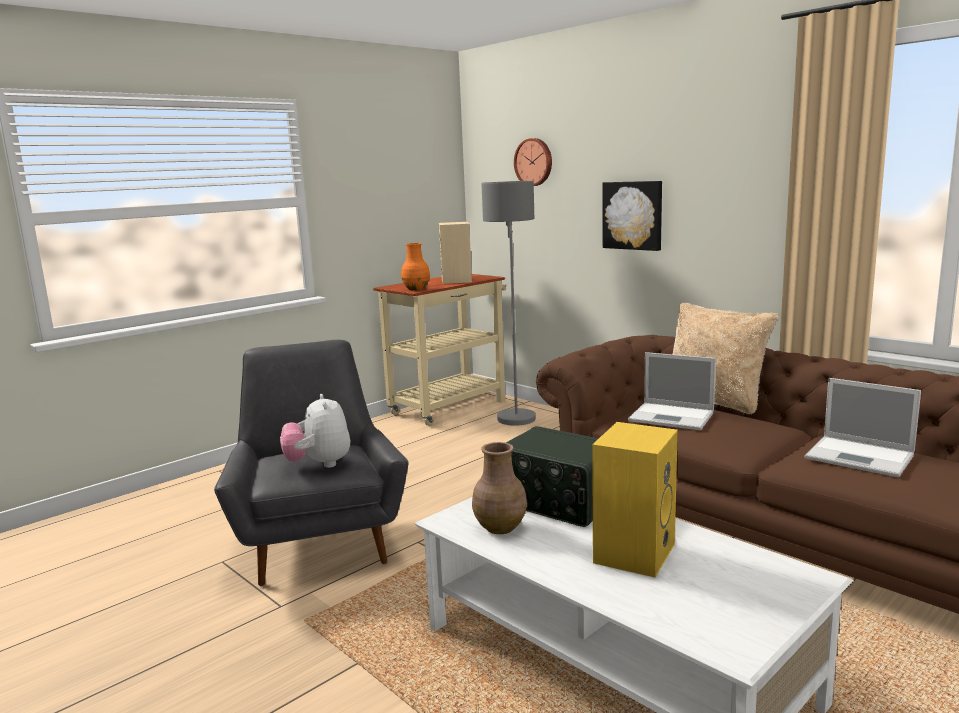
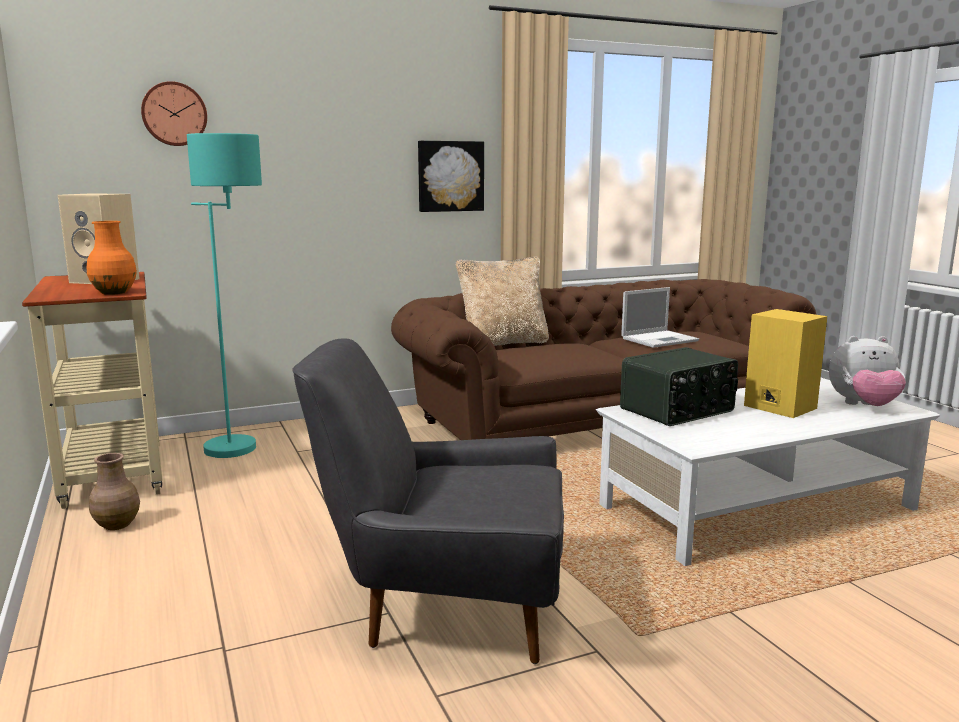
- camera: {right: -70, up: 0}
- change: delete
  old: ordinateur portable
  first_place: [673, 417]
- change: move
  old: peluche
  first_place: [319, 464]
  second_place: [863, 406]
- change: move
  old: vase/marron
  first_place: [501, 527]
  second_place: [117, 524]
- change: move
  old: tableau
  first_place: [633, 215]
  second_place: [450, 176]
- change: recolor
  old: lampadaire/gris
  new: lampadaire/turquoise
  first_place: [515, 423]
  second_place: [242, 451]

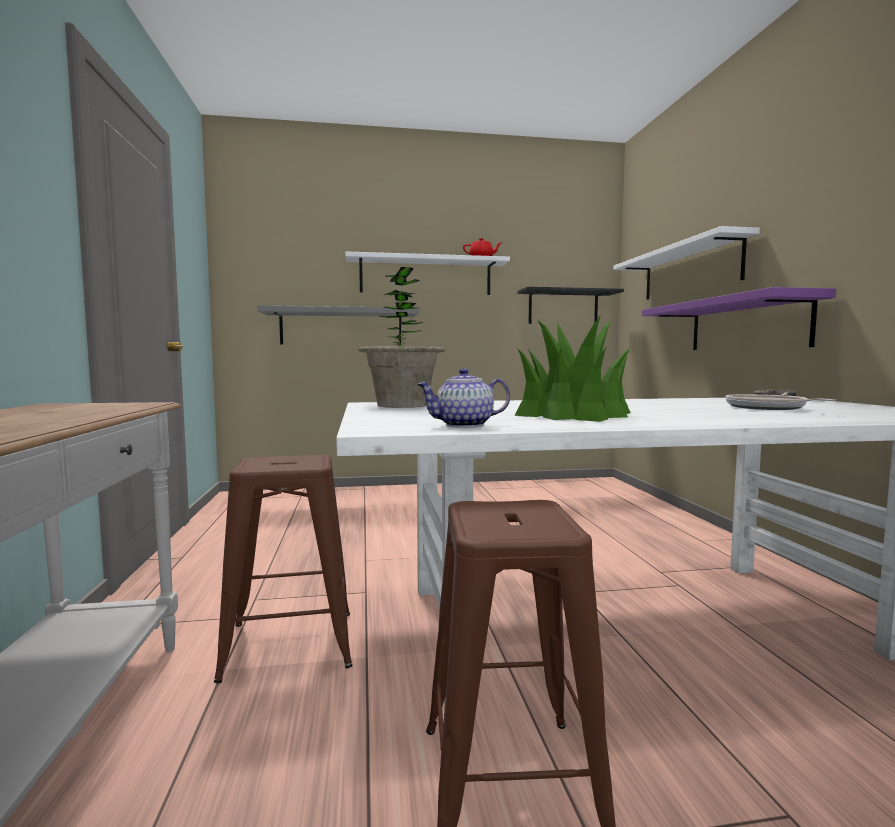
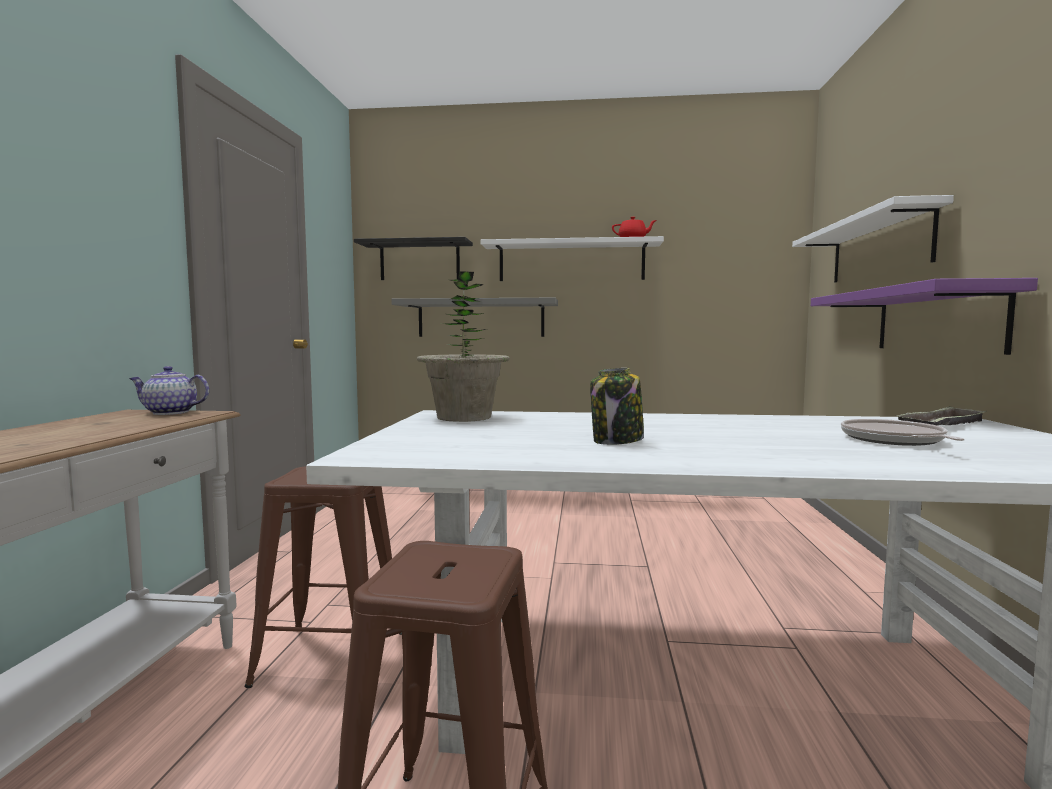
- camera: {right: 15, up: 0}
- change: move
  old: théière
  first_place: [464, 425]
  second_place: [169, 413]
- change: move
  old: étagère/noir
  first_place: [563, 307]
  second_place: [420, 261]
- change: replace
  old: plante en pot
  new: bocal
  first_place: [574, 414]
  second_place: [617, 441]

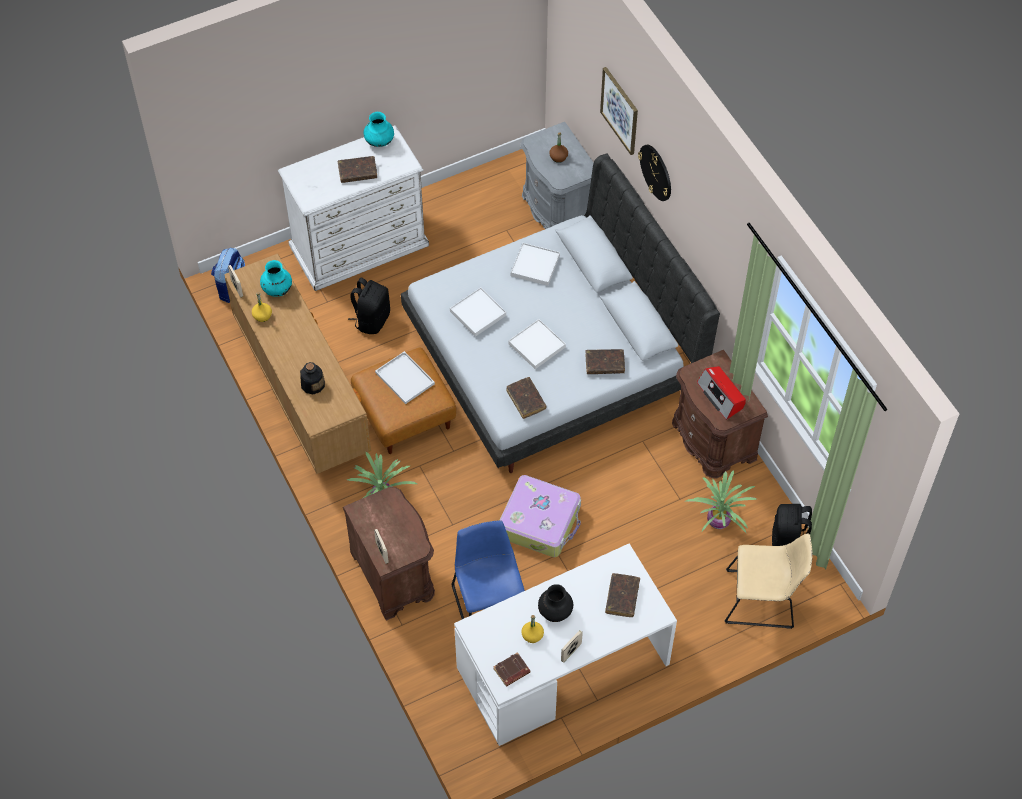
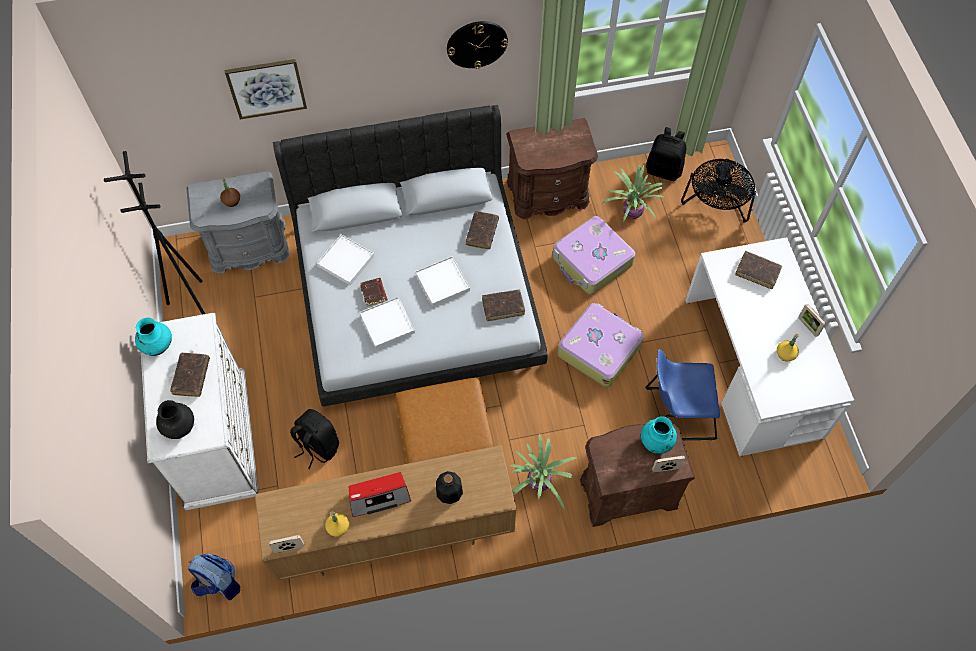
- camera: {right: -75, up: 5}
- change: delete
  old: plateau/blanc
  first_place: [403, 378]
- change: insert
  new: portant/noir
  second_place: [191, 299]
- change: insert
  new: valise
  second_place: [592, 262]
- change: move
  old: vase/turquoise
  first_place: [277, 290]
  second_place: [656, 442]
- change: move
  old: livre/marron
  first_place: [511, 671]
  second_place: [374, 293]
- change: move
  old: vase/noir
  first_place: [555, 611]
  second_place: [179, 427]
- change: move
  old: horloge murale
  first_place: [656, 172]
  second_place: [477, 44]
- change: move
  old: radio
  first_place: [721, 396]
  second_place: [379, 497]
- change: replace
  old: chaise/beige
  new: ventilateur/noir
  first_place: [763, 599]
  second_place: [714, 202]

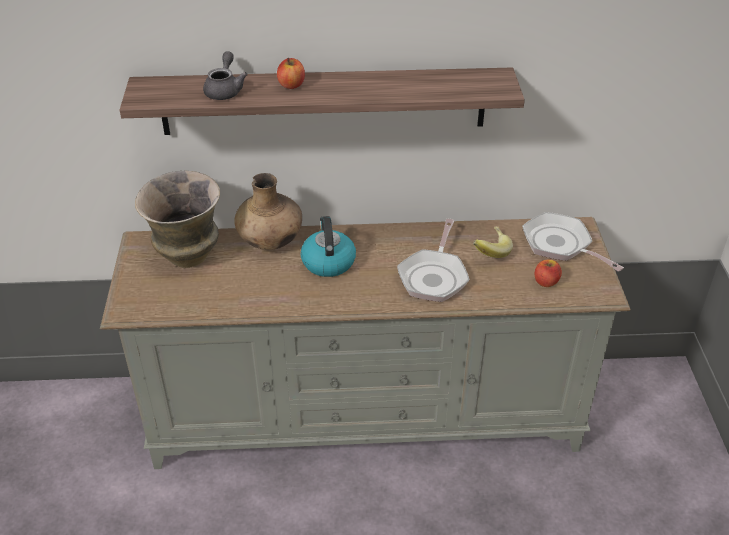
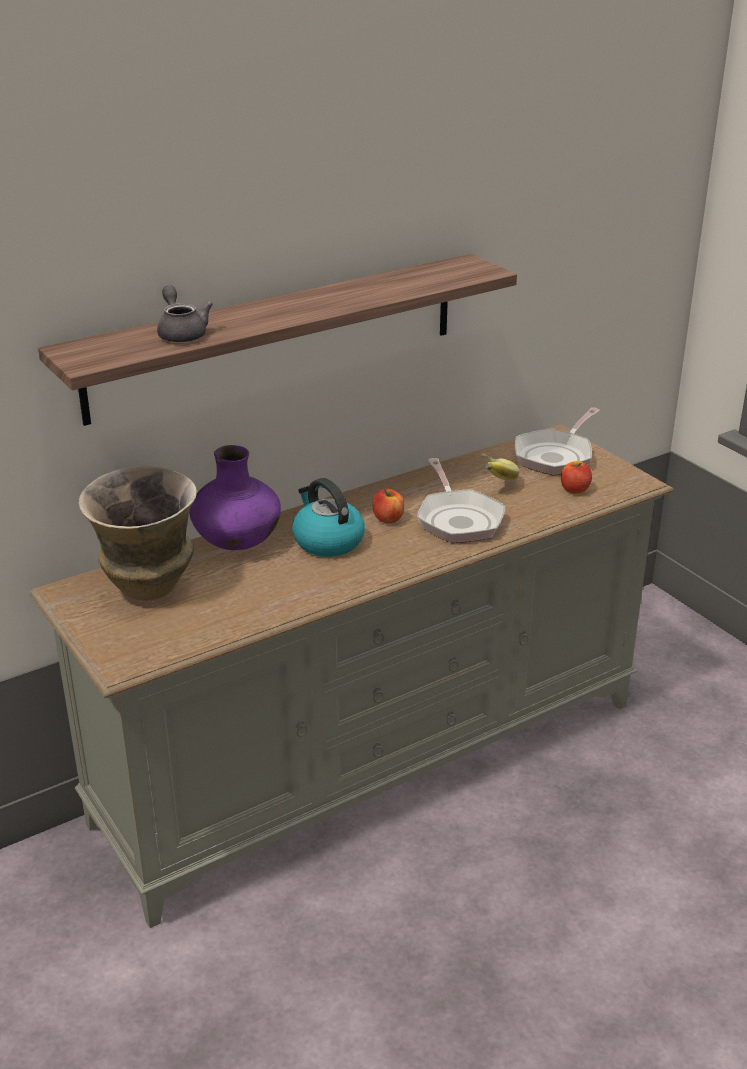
- camera: {right: -30, up: -10}
- change: move
  old: pomme
  first_place: [291, 85]
  second_place: [388, 519]
- change: recolor
  old: vase/marron
  new: vase/violet
  first_place: [270, 241]
  second_place: [237, 542]
- change: rotate
  old: poêle
  first_place: [560, 245]
  second_place: [556, 455]
  degrees: -75

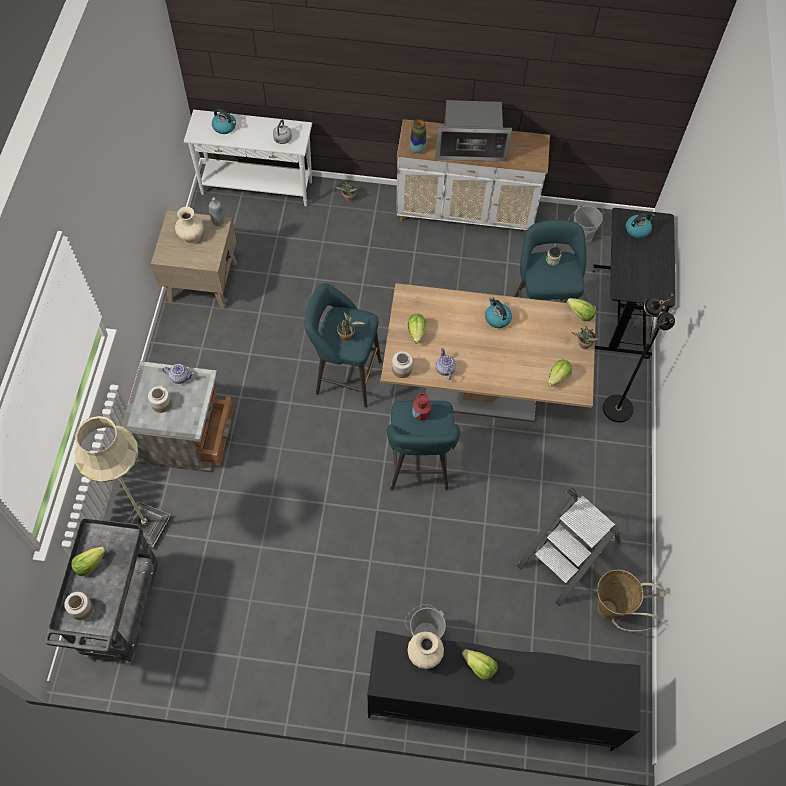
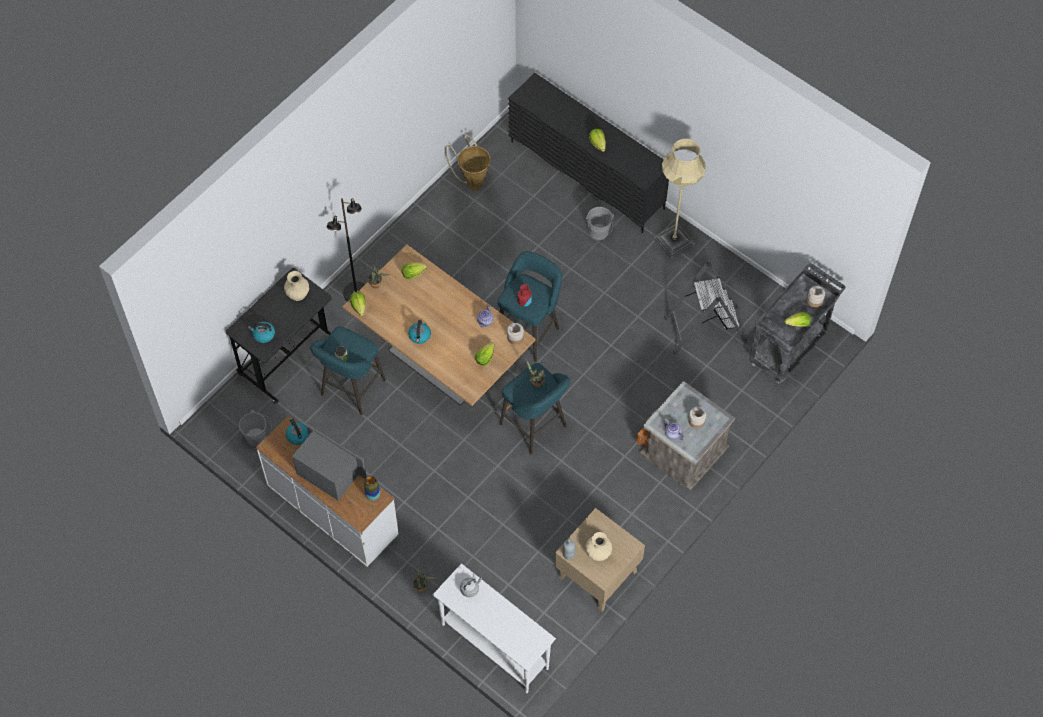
- camera: {right: -145, up: 0}
- change: move
  old: lampadaire/beige
  first_place: [146, 526]
  second_place: [674, 242]
- change: move
  old: bouilloire
  first_place: [225, 127]
  second_place: [297, 435]
- change: move
  old: vase/beige
  first_place: [425, 654]
  second_place: [297, 293]
- change: move
  old: escabeau/gris
  first_place: [570, 553]
  second_place: [704, 329]

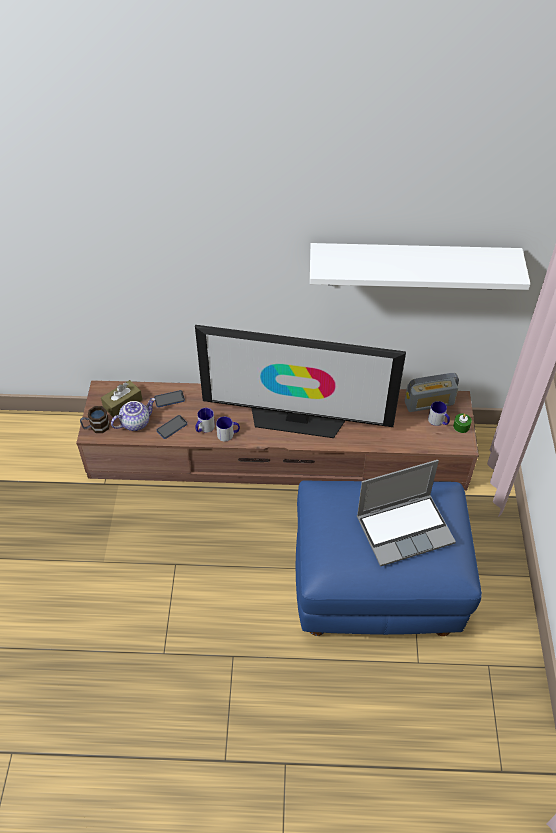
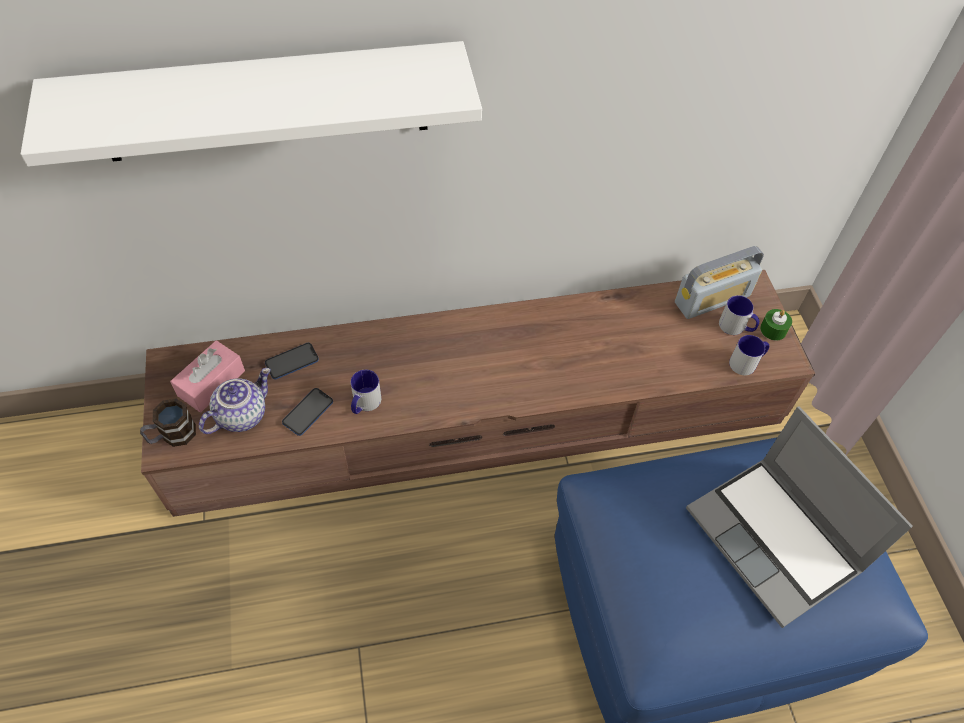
- camera: {right: -15, up: 5}
- change: delete
  old: téléviseur
  first_place: [297, 419]
- change: move
  old: mug
  first_place: [228, 434]
  second_place: [747, 362]
- change: move
  old: étagère/blanc
  first_place: [412, 266]
  second_place: [264, 103]
- change: recolor
  old: boîte à mouchoirs/marron
  new: boîte à mouchoirs/rose
  first_place: [122, 403]
  second_place: [211, 383]
- change: rotate
  old: ordinateur portable
  first_place: [405, 529]
  second_place: [775, 541]
  degrees: 90

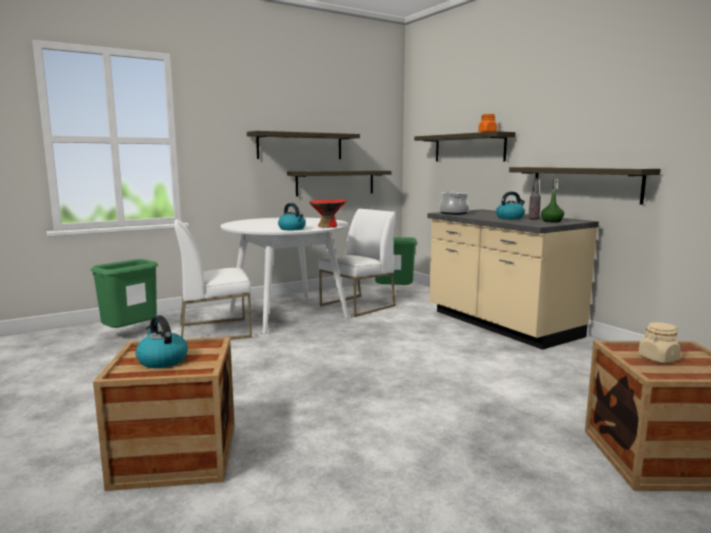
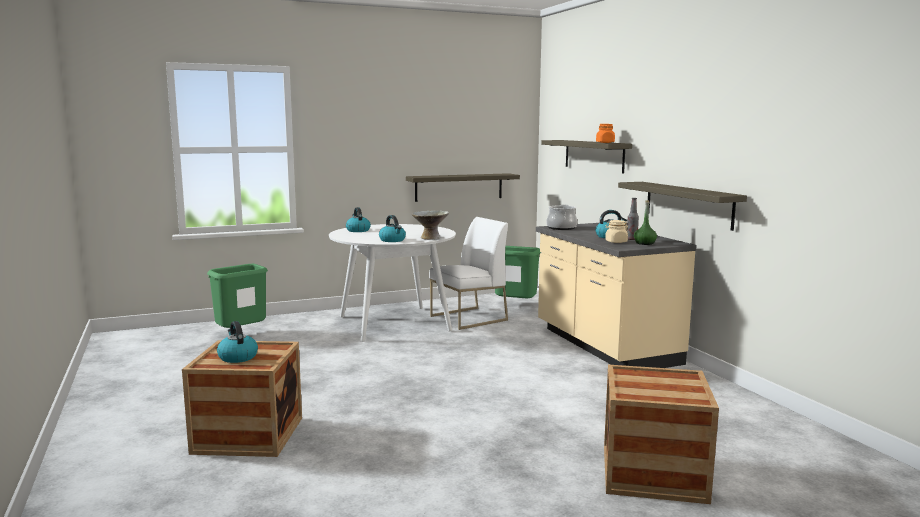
- camera: {right: 10, up: 0}
- change: delete
  old: chaise/blanc
  first_place: [215, 331]
- change: delete
  old: étagère
  first_place: [300, 146]
- change: insert
  new: bouilloire
  second_place: [358, 230]
- change: move
  old: bocal/beige
  first_place: [658, 358]
  second_place: [616, 242]
- change: recolor
  old: bol/rouge
  new: bol/gris
  first_place: [328, 226]
  second_place: [430, 238]

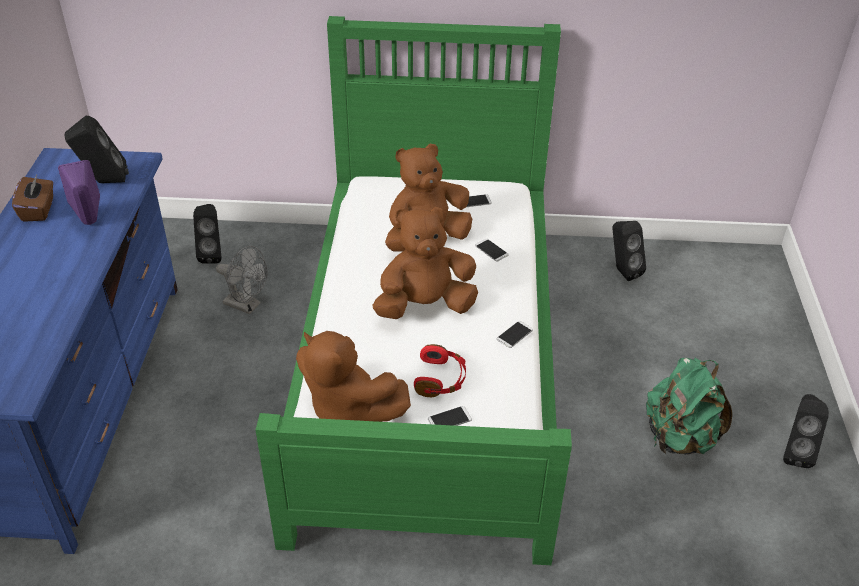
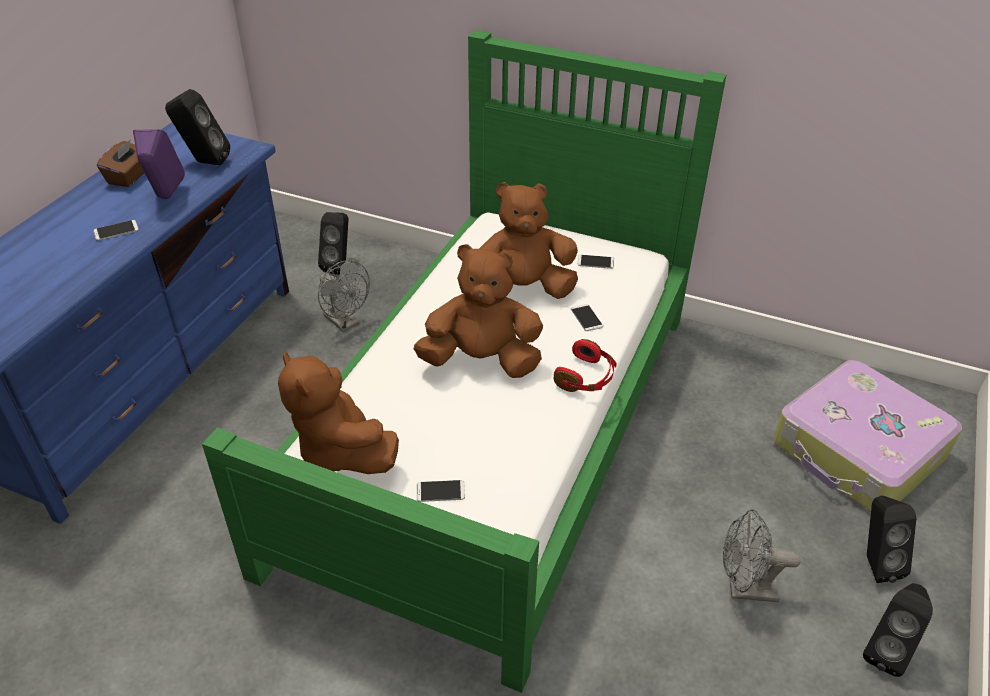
- camera: {right: 20, up: 0}
- change: insert
  new: valise
  second_place: [858, 451]
- change: move
  old: casque audio/rouge
  first_place: [441, 379]
  second_place: [586, 377]
- change: move
  old: téléphone
  first_place: [514, 335]
  second_place: [116, 231]
- change: move
  old: enceinte/noir
  first_place: [622, 271]
  second_place: [874, 562]
- change: replace
  old: sac à dos/vert
  new: ventilateur/gris
  first_place: [679, 437]
  second_place: [744, 589]

